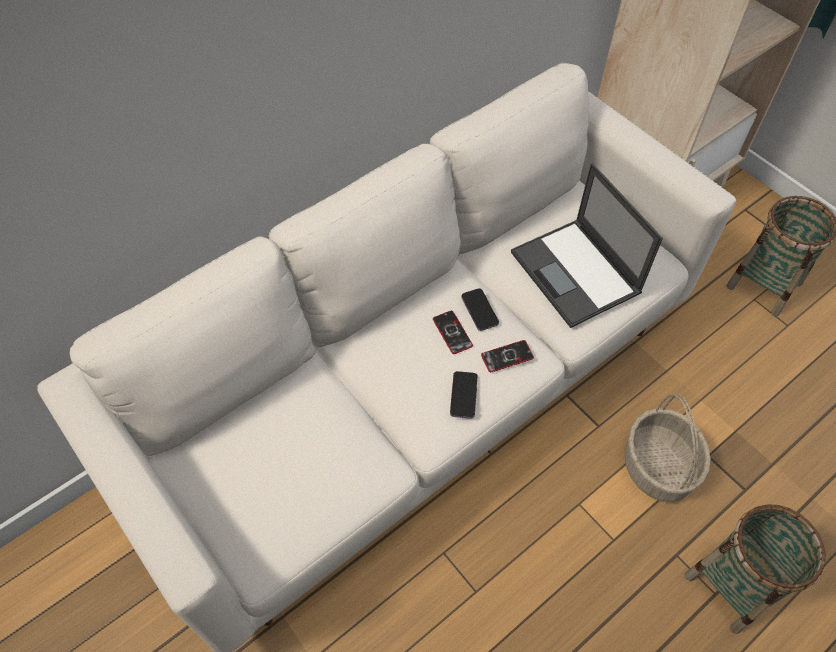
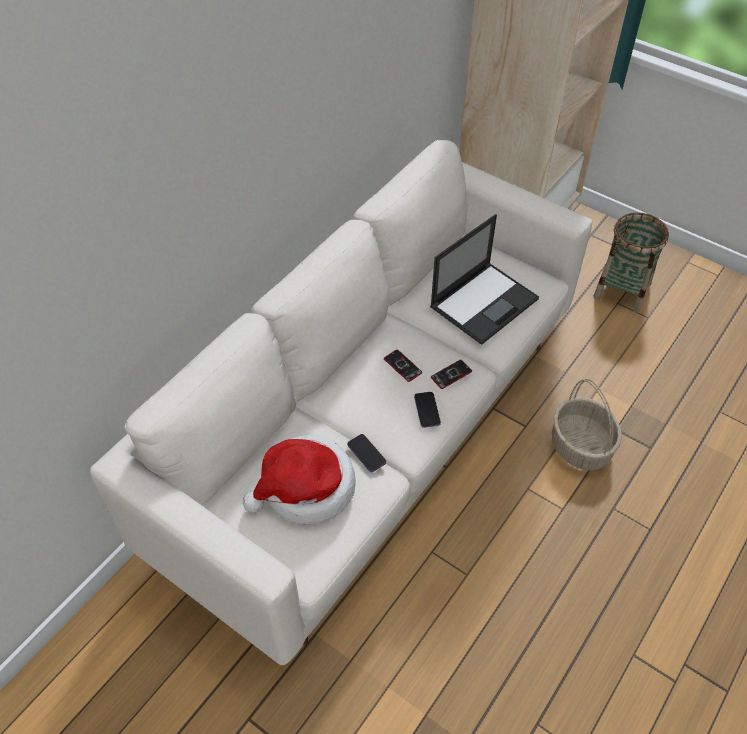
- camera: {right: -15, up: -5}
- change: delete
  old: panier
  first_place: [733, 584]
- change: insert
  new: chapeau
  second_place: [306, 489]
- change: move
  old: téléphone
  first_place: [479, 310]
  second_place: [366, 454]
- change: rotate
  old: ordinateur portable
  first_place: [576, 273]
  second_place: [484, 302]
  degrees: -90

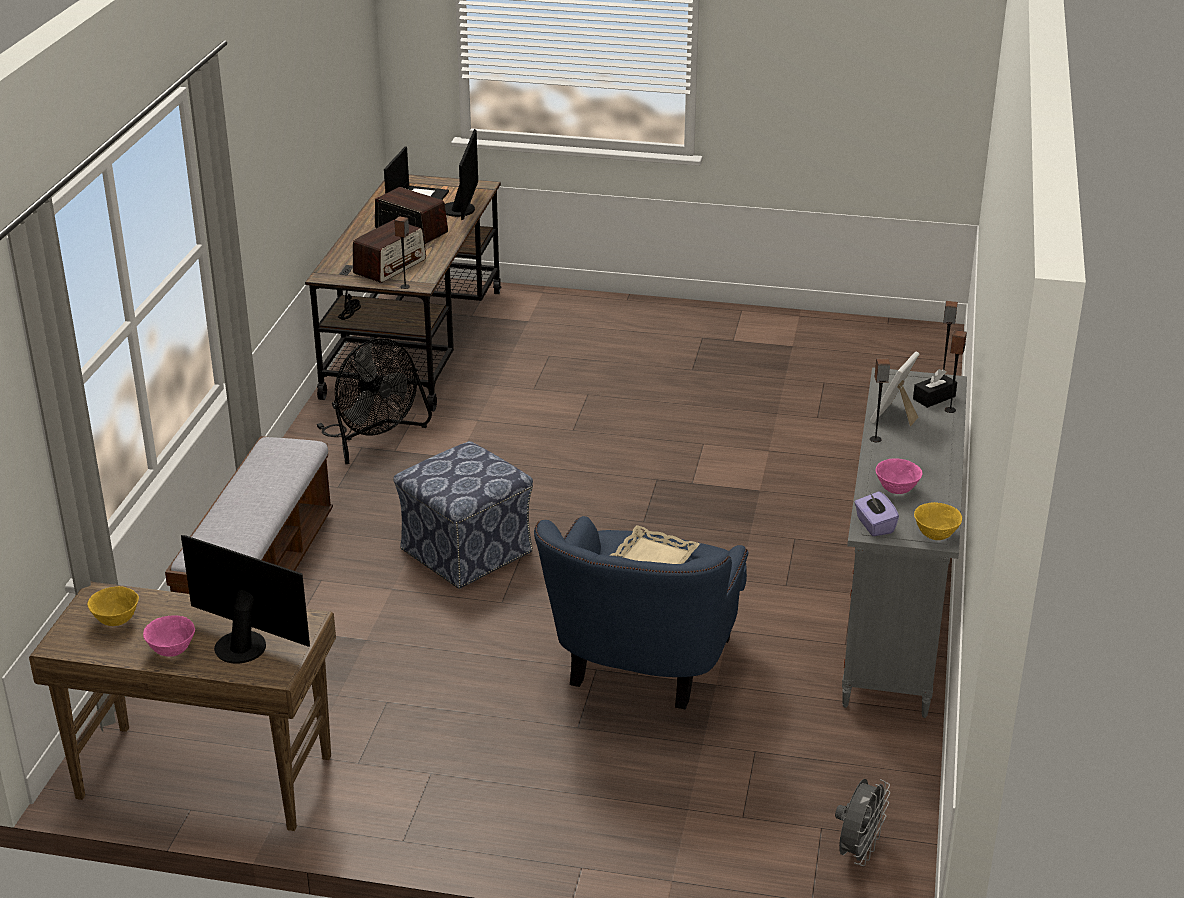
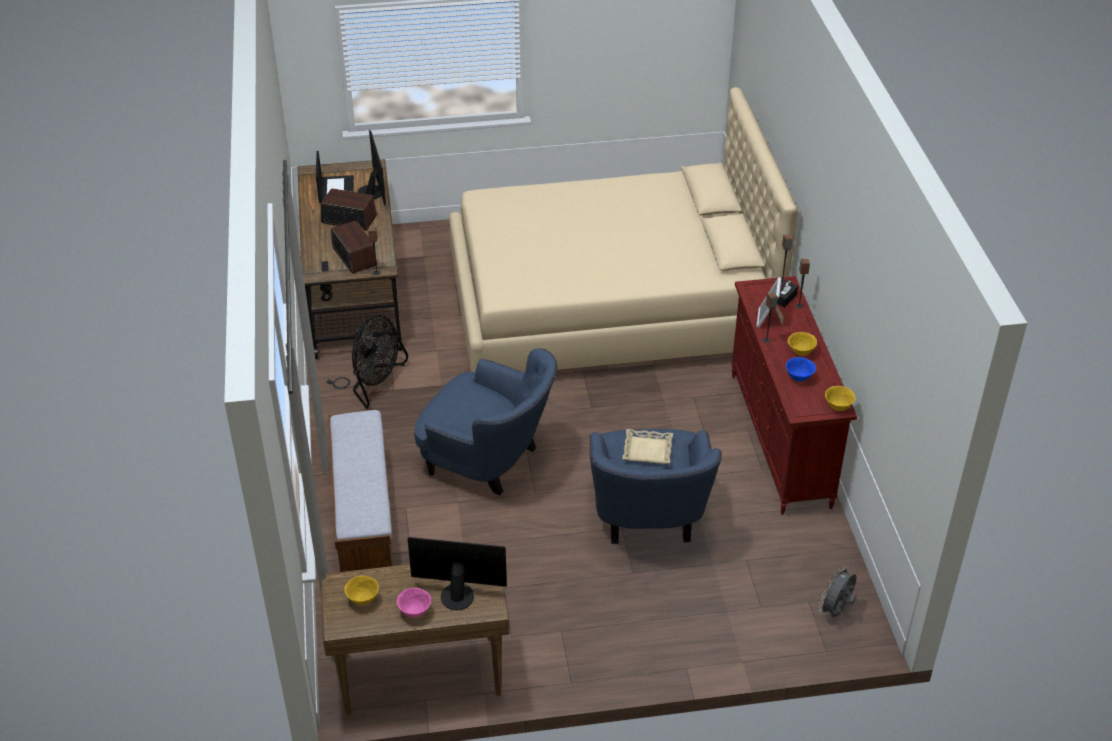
- camera: {right: -20, up: 10}
- change: delete
  old: boîte à mouchoirs/violet
  first_place: [874, 525]
- change: insert
  new: lit/beige
  second_place: [610, 306]
- change: insert
  new: bol/jaune
  second_place: [800, 352]
- change: replace
  old: pouf
  new: fauteuil/bleu
  first_place: [465, 552]
  second_place: [489, 460]
- change: recolor
  old: commode/gris
  new: commode/rouge
  first_place: [894, 615]
  second_place: [780, 439]
- change: recolor
  old: bol/rose
  new: bol/bleu
  first_place: [896, 490]
  second_place: [799, 378]
- change: rotate
  old: radio
  first_place: [390, 266]
  second_place: [354, 256]
  degrees: -45
- change: rotate
  old: ventilateur/gris
  first_place: [858, 851]
  second_place: [836, 611]
  degrees: -150

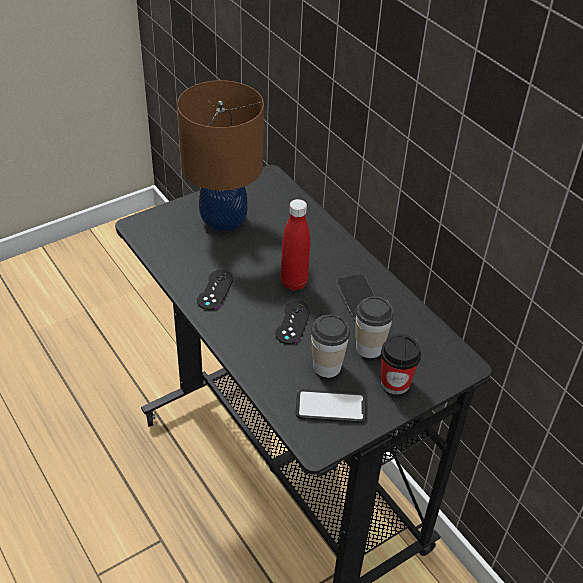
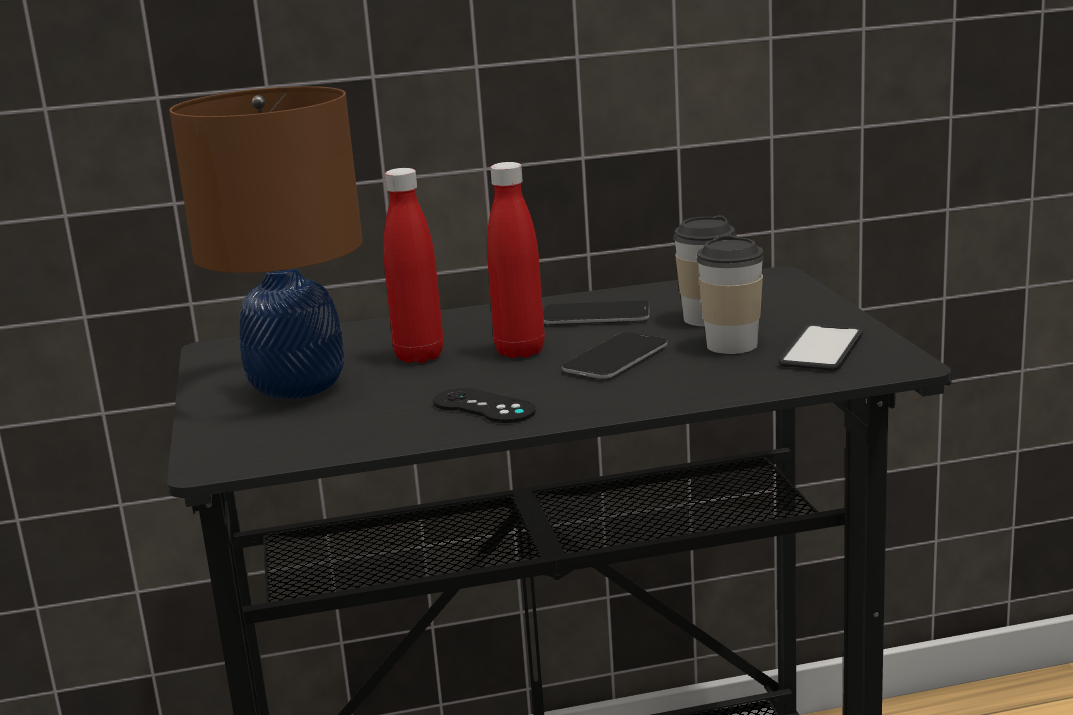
- camera: {right: -65, up: -25}
- change: delete
  old: tasse
  first_place: [395, 382]
- change: insert
  new: bouteille/rouge
  second_place: [419, 356]
- change: replace
  old: manette/noir
  new: téléphone
  first_place: [293, 322]
  second_place: [616, 359]

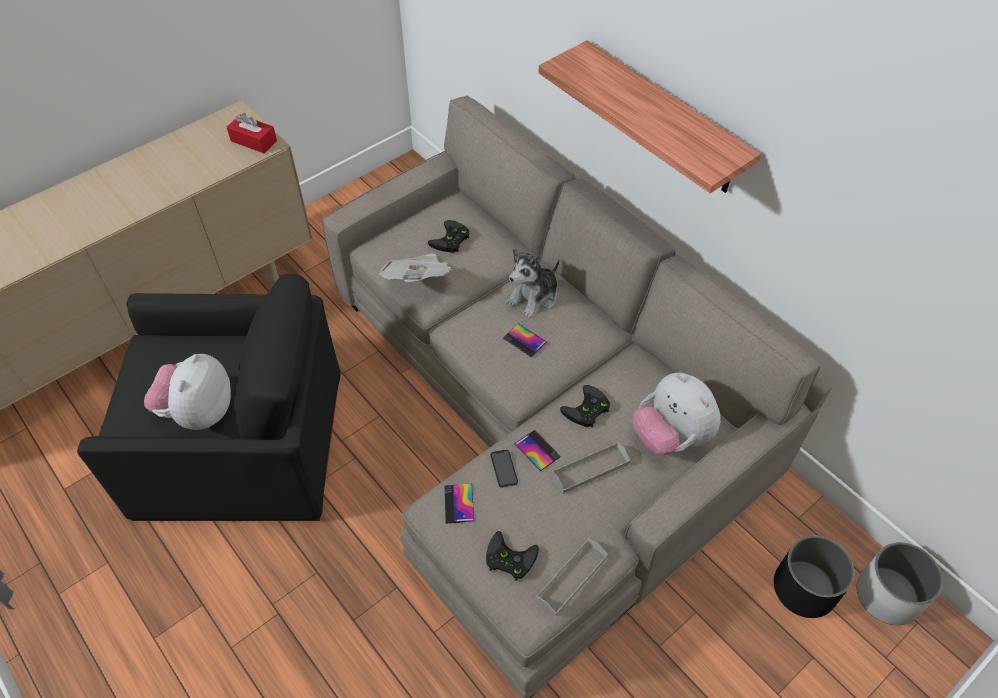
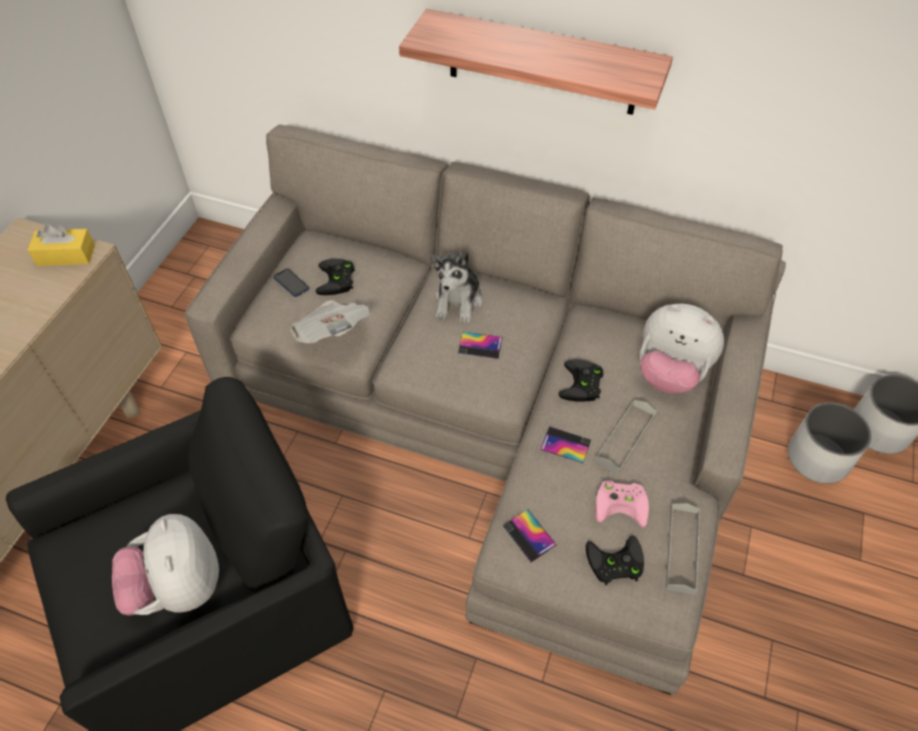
- camera: {right: -30, up: 0}
- change: insert
  new: manette/rose
  second_place: [622, 504]
- change: move
  old: téléphone
  first_place: [504, 469]
  second_place: [291, 283]
- change: recolor
  old: boîte à mouchoirs/rouge
  new: boîte à mouchoirs/jaune
  first_place: [254, 141]
  second_place: [66, 255]
- change: recolor
  old: cache-pot/noir
  new: cache-pot/blanc
  first_place: [805, 589]
  second_place: [818, 458]

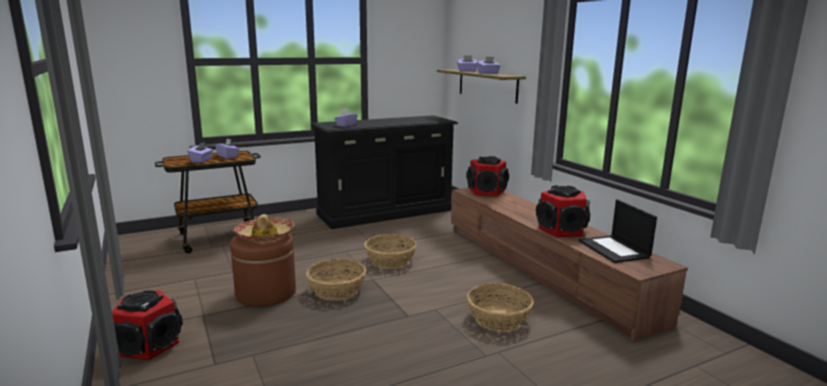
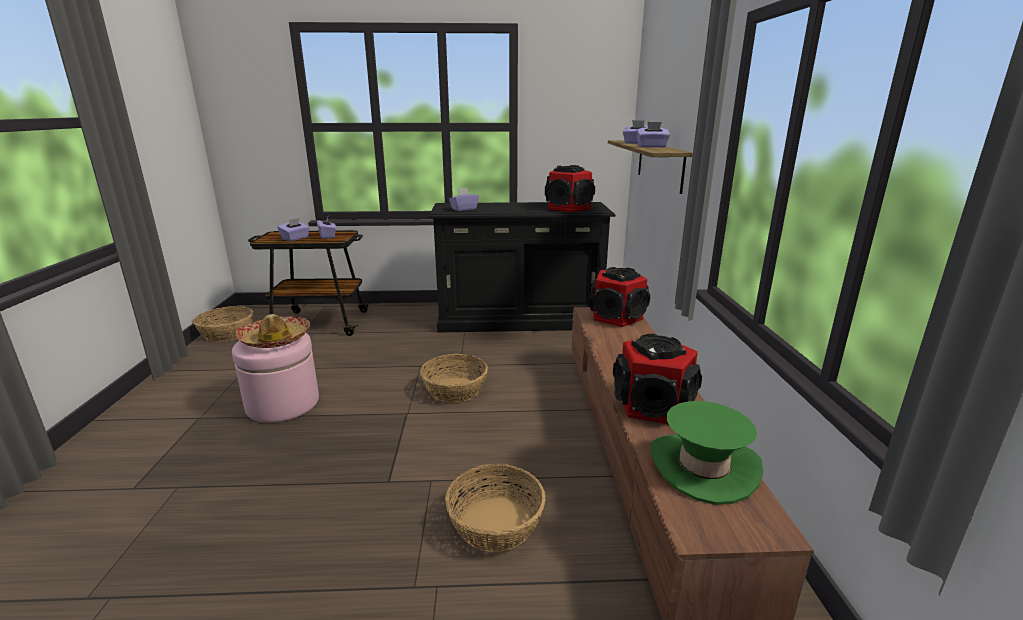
- camera: {right: 25, up: 5}
- change: move
  old: enceinte
  first_place: [149, 345]
  second_place: [568, 208]
- change: move
  old: panier
  first_place: [337, 289]
  second_place: [227, 333]
- change: replace
  old: ordinateur portable
  new: chapeau/vert
  first_place: [614, 249]
  second_place: [703, 467]
- change: recolor
  old: pouf/marron
  new: pouf/rose
  first_place: [266, 293]
  second_place: [283, 404]

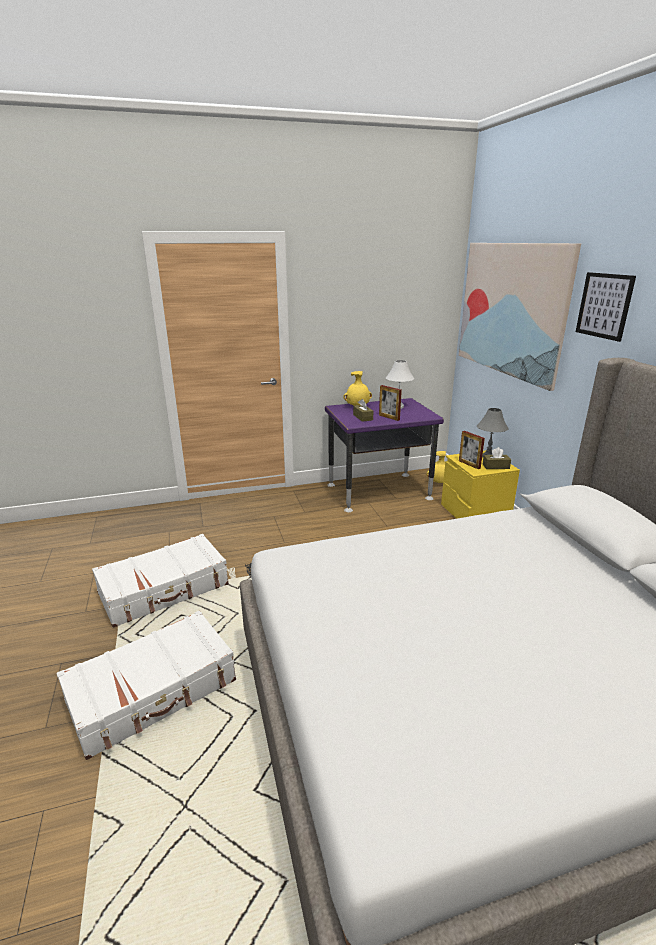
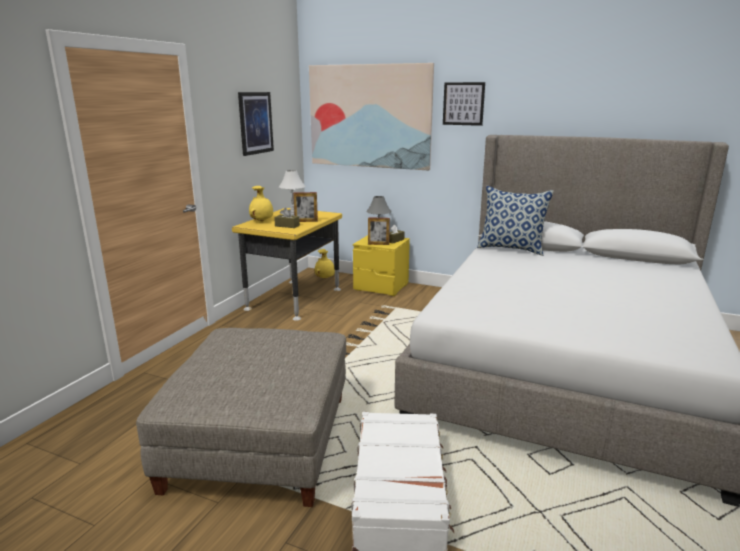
- camera: {right: -50, up: -5}
- change: insert
  new: tableau
  second_place: [255, 123]
- change: insert
  new: coussin
  second_place: [511, 249]
- change: replace
  old: valise/blanc
  new: pouf/gris
  first_place: [165, 589]
  second_place: [261, 440]
- change: recolor
  old: bureau/violet
  new: bureau/jaune
  first_place: [379, 491]
  second_place: [294, 298]

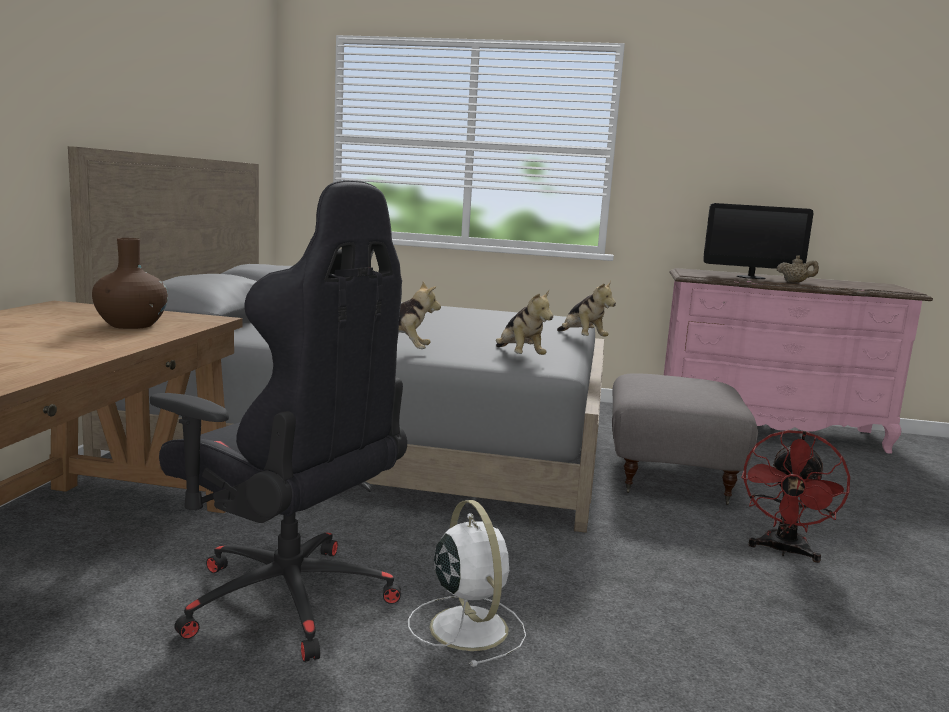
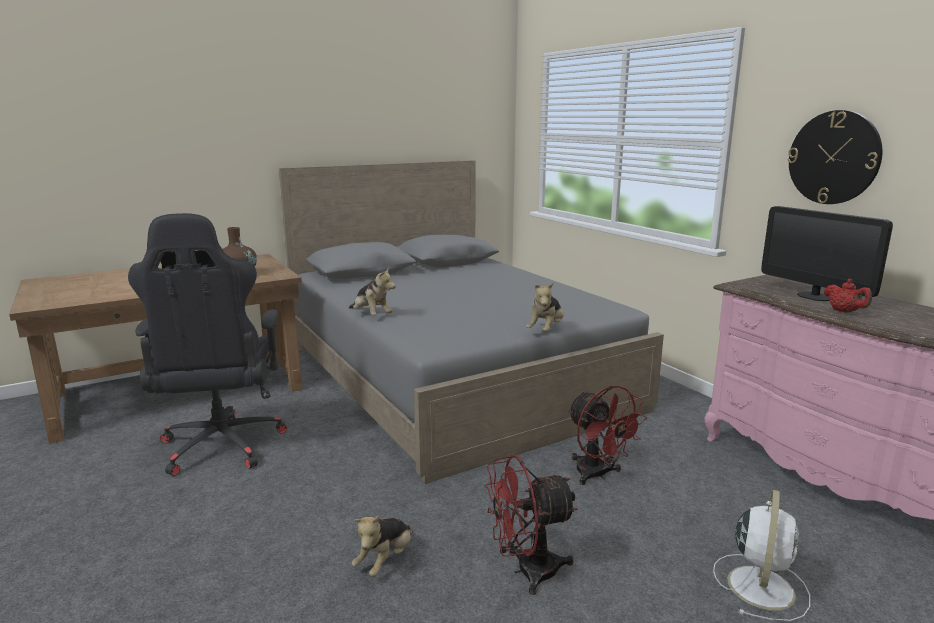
- camera: {right: 50, up: 5}
- change: insert
  new: horloge murale
  second_place: [833, 157]
- change: move
  old: ventilateur/blanc
  first_place: [467, 626]
  second_place: [760, 585]
- change: move
  old: peluche
  first_place: [519, 357]
  second_place: [385, 560]
- change: replace
  old: pouf/gris
  new: ventilateur/rouge
  first_place: [668, 474]
  second_place: [597, 475]
- change: recolor
  old: théière/beige
  new: théière/rouge
  first_place: [795, 282]
  second_place: [844, 312]

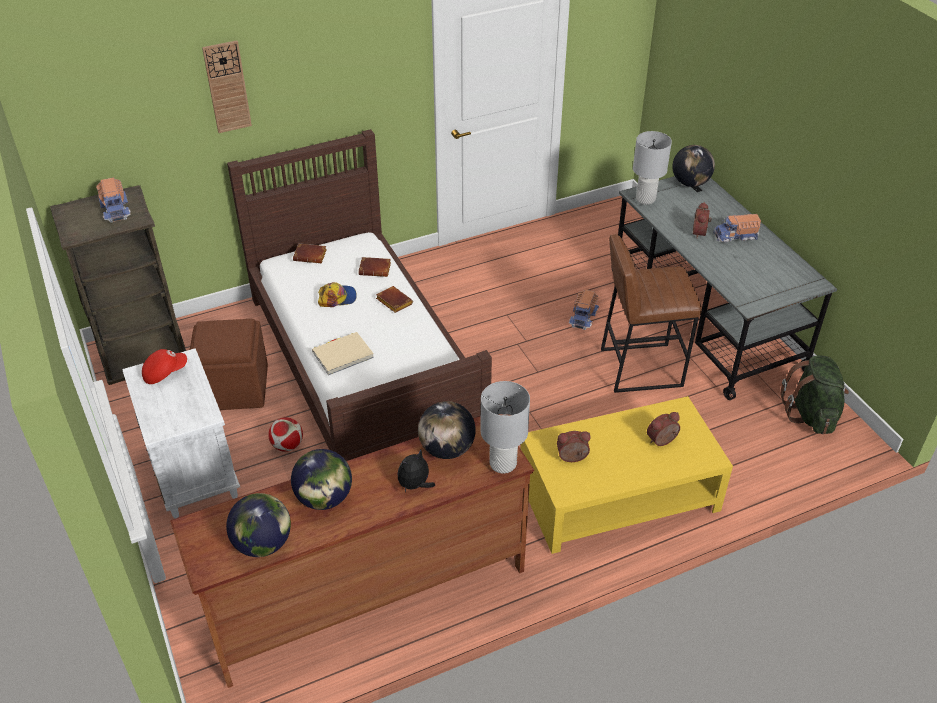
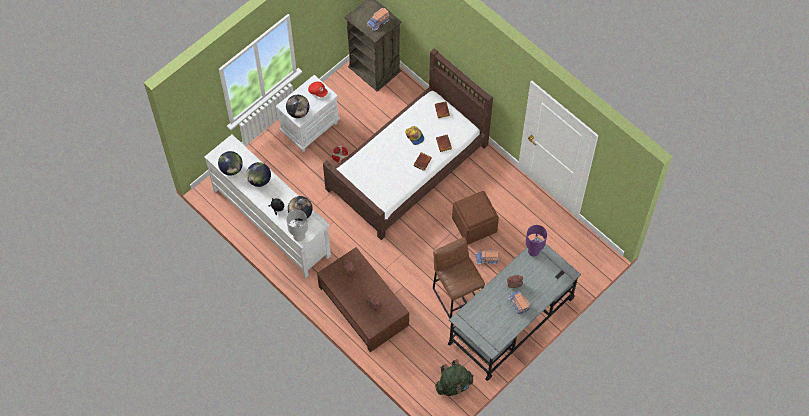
- camera: {right: 70, up: 20}
- change: delete
  old: horloge murale
  first_place: [227, 87]
- change: delete
  old: livre/beige
  first_place: [343, 355]
- change: move
  old: pouf/marron
  first_place: [234, 388]
  second_place: [474, 225]
- change: move
  old: globe
  first_place: [690, 183]
  second_place: [298, 112]
- change: recolor
  old: commode/marron
  new: commode/blanc
  first_place: [368, 595]
  second_place: [271, 223]
- change: recolor
  old: table basse/jaune
  new: table basse/marron
  first_place: [618, 495]
  second_place: [363, 306]
- change: recolor
  old: lampe de table/gris
  new: lampe de table/violet
  first_place: [645, 201]
  second_place: [533, 252]

